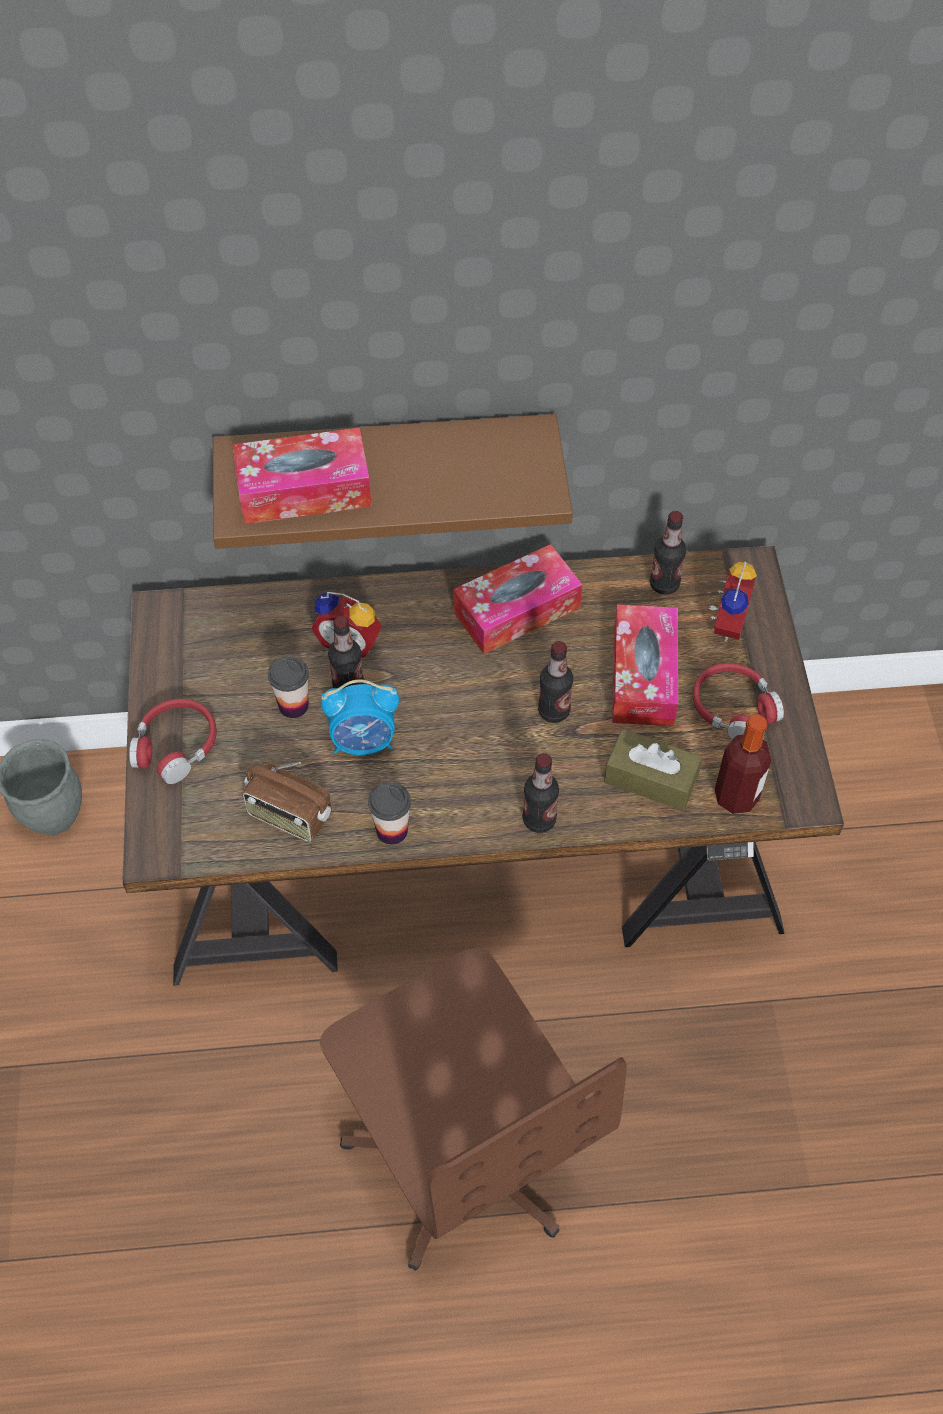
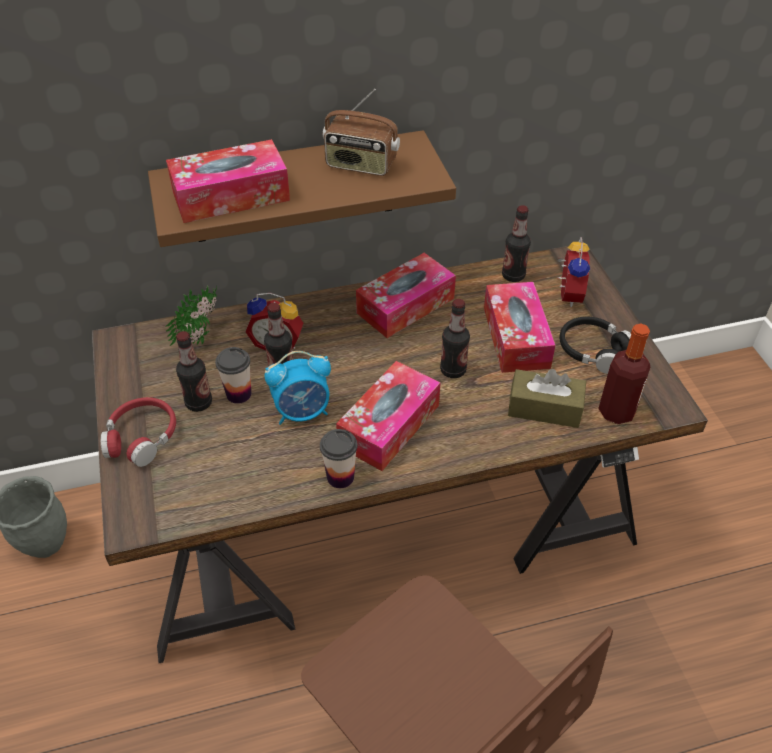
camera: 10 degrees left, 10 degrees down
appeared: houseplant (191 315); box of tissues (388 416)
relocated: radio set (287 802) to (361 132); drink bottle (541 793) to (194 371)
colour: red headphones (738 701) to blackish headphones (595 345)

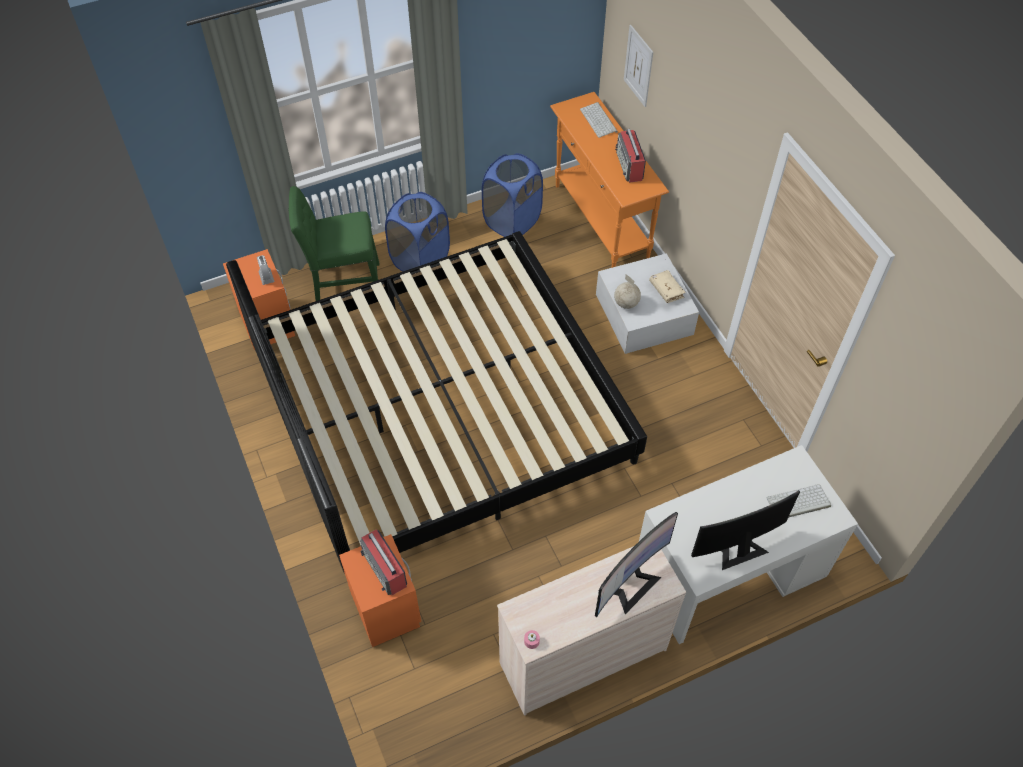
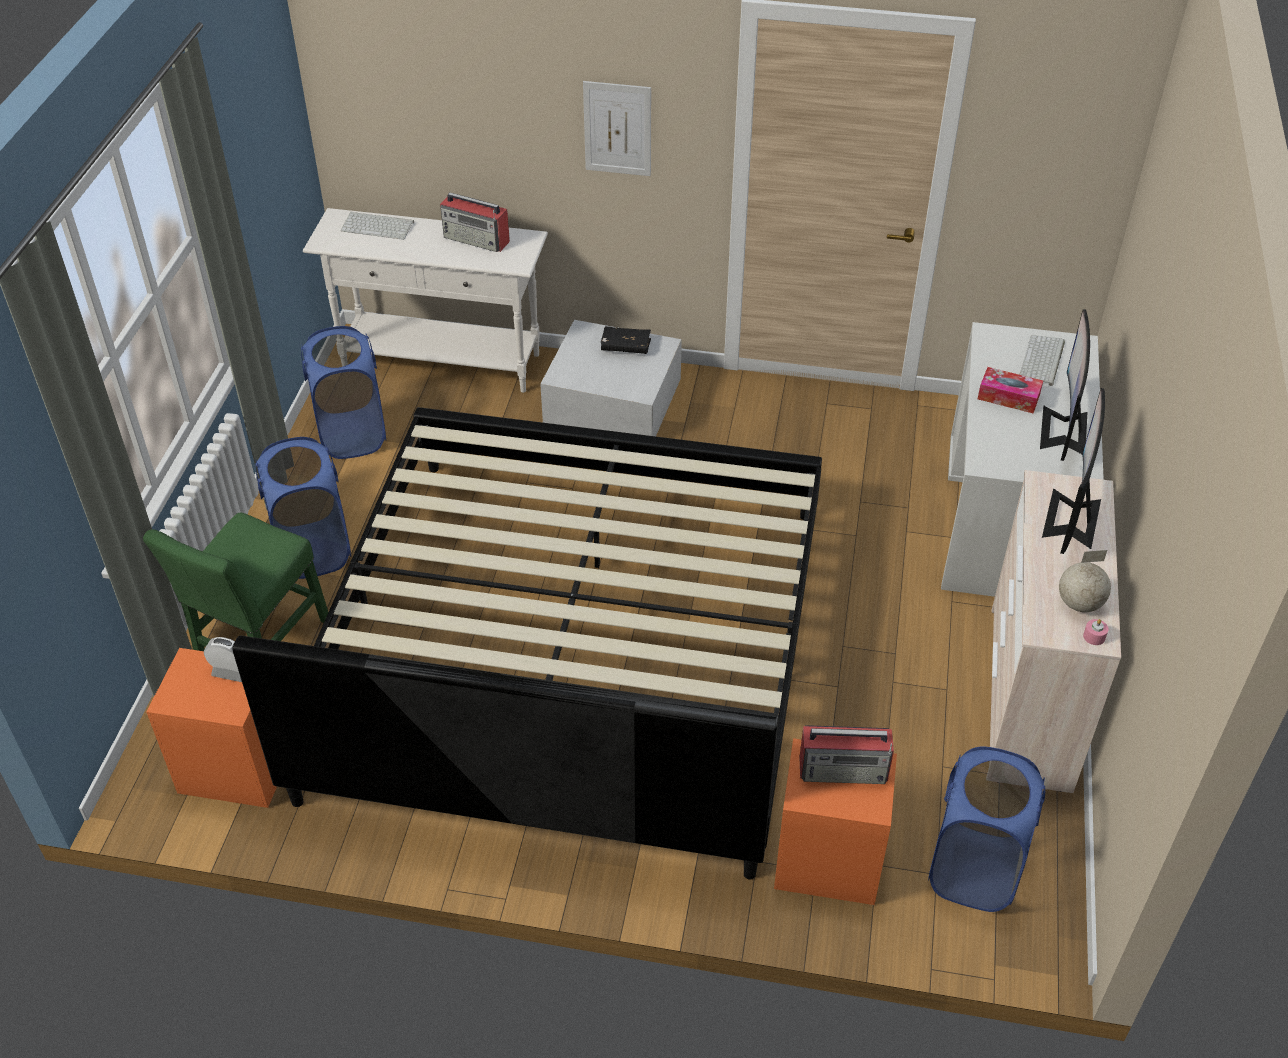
camera: 55 degrees left, 10 degrees down
appeared: blue washing basket (986 829); box of tissues (1010 390)
relocated: globe (627 291) to (1085 581); wall picture (638 66) to (617 128)
colour: orange-coloured narrow table (609 180) to white narrow table (425 300); beige book (667 286) to blackish book (626 340)
spun: computer screen (636 564) = (1073 471) 150 degrees counterclockwise

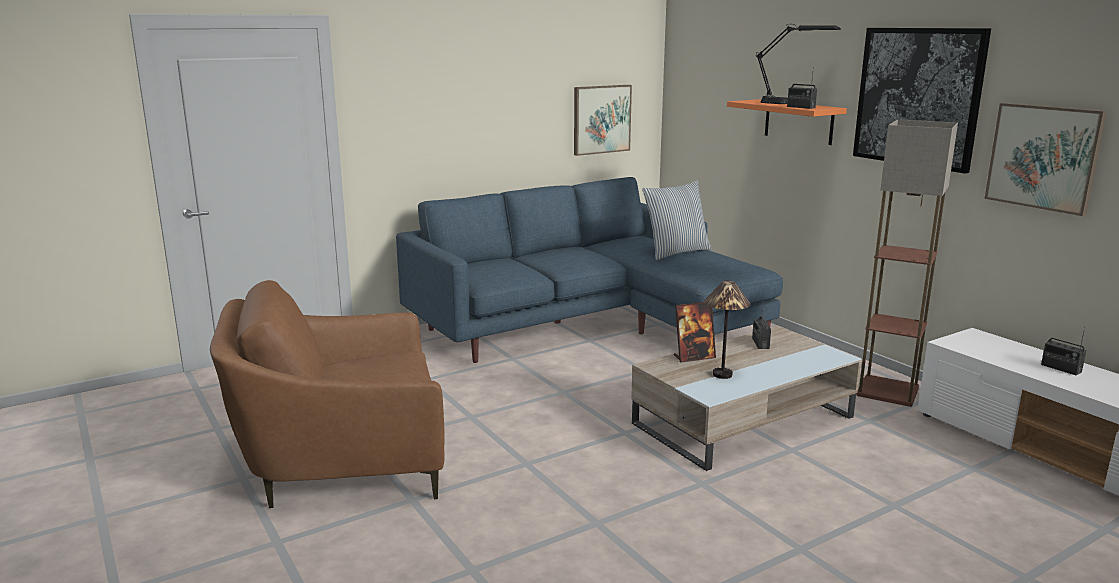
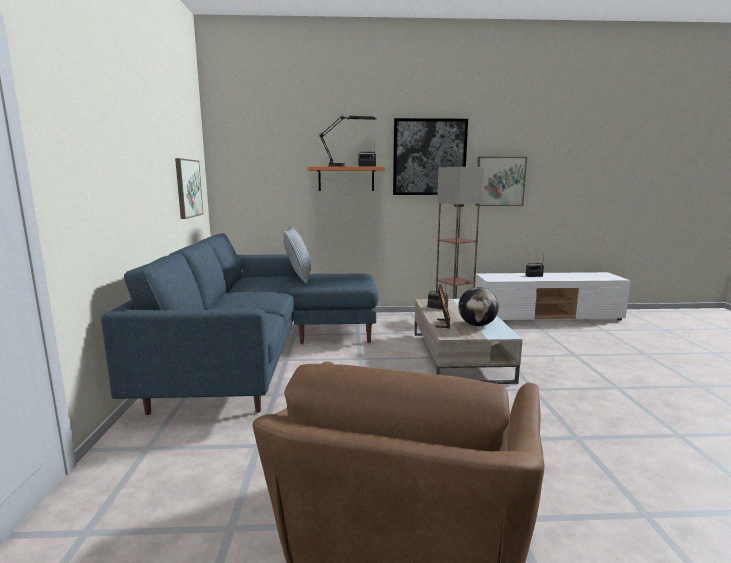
camera: 60 degrees left, 5 degrees down
exchanged: lamp for a table (727 330) to globe (478 306)

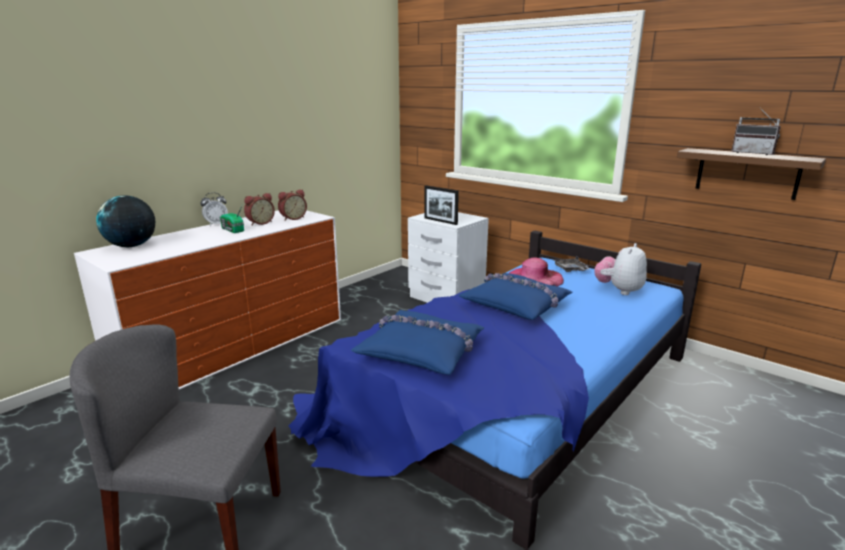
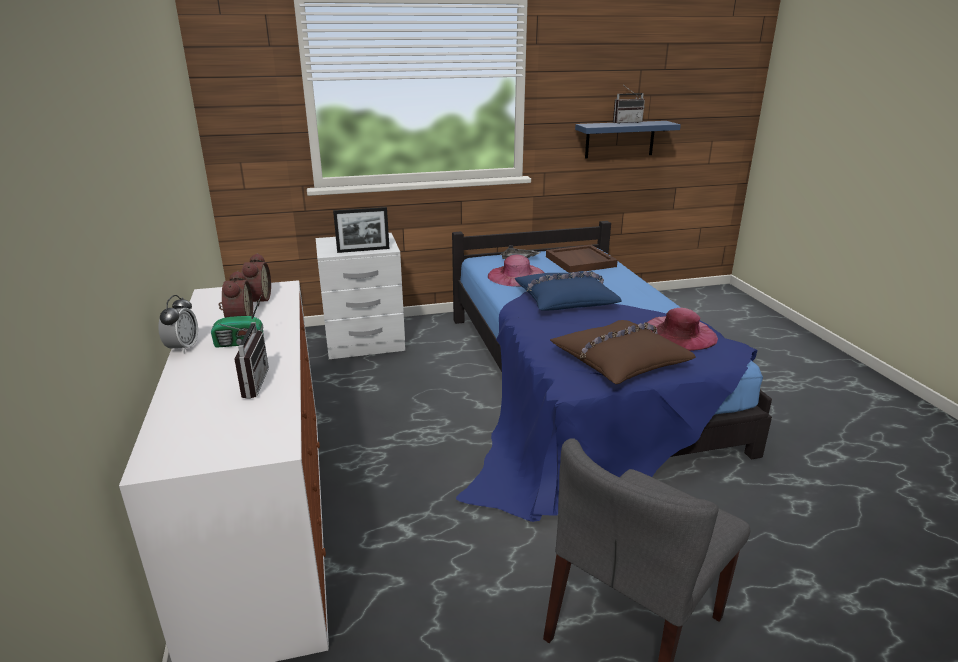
camera: 55 degrees left, 5 degrees up
missing: globe (125 221)
appeared: radio set (243 360); pink-coloured wearable hat (682 329)
exchanged: cuddly toy (620 269) to brownish serving tray (582 259)
colour: blue cushion (417 342) to brownish cushion (623 352); brownish shelf (751 174) to blue shelf (628 139)

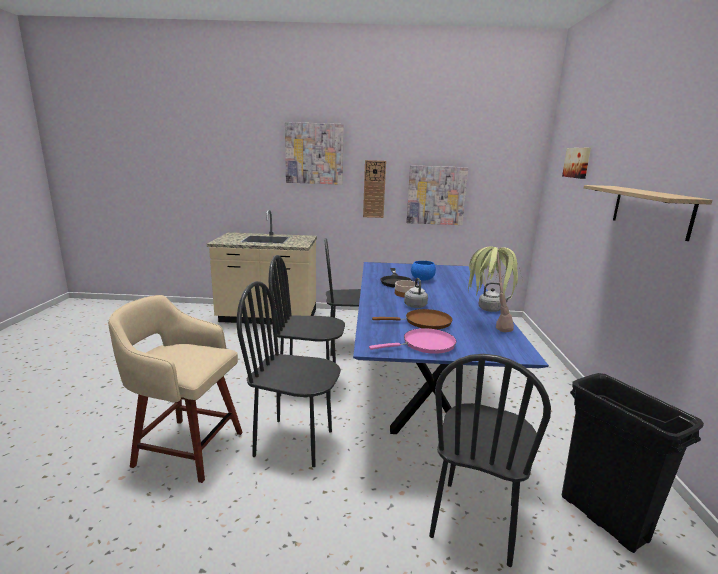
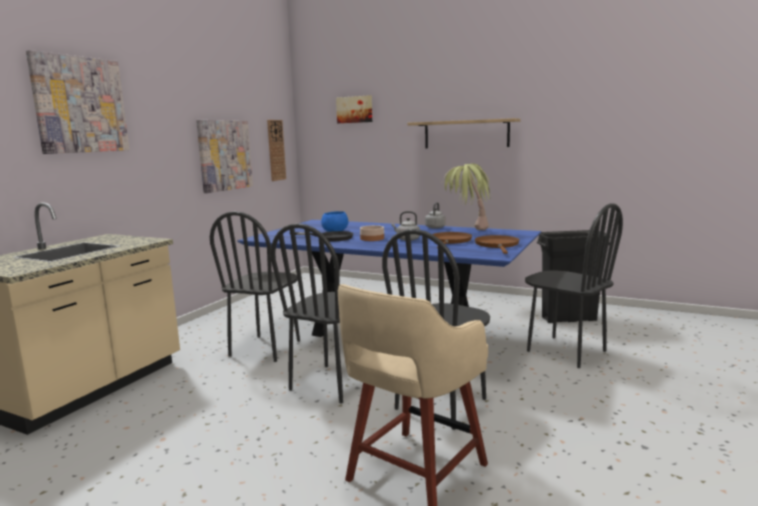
camera: 65 degrees left, 5 degrees down
relocated: wall clock (374 189) to (276 150)
colour: pink-coloured skillet (412 341) to brownish skillet (497 244)

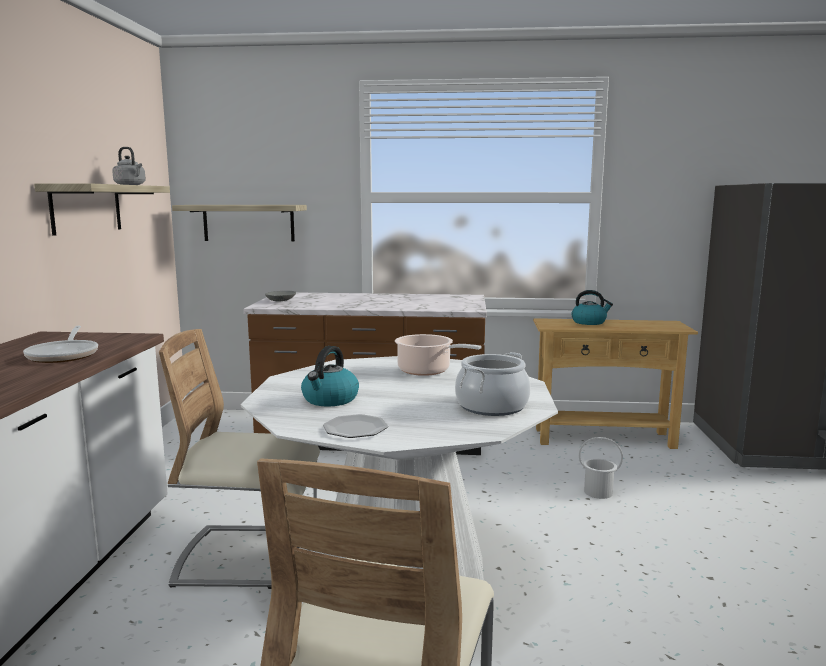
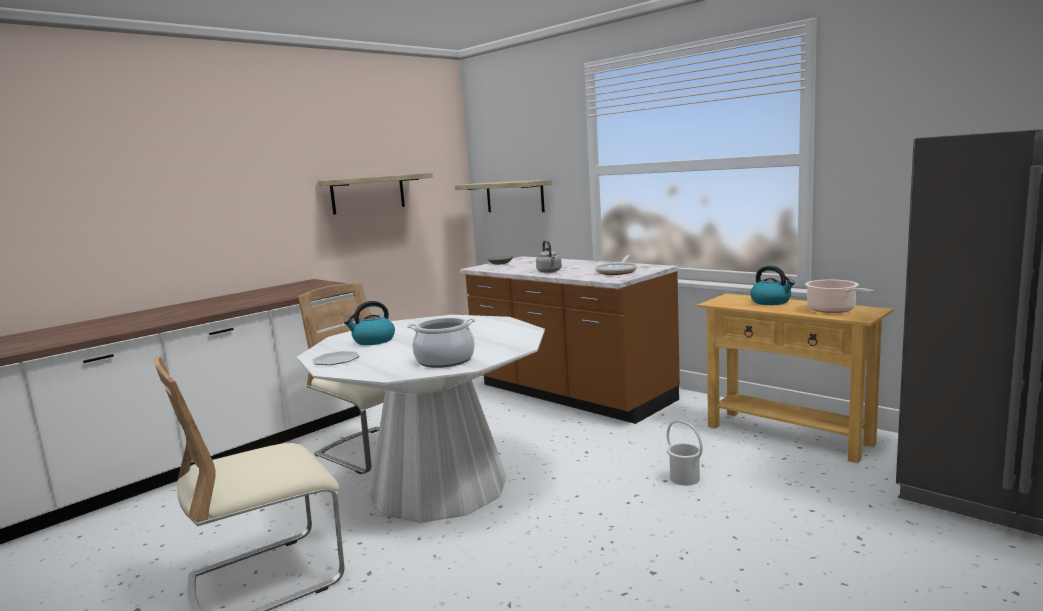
camera: 40 degrees right, 0 degrees up
relocated: skillet (60 344) to (616 265); gray tea kettle (129 166) to (549 256); saucepot (438 355) to (840 296)

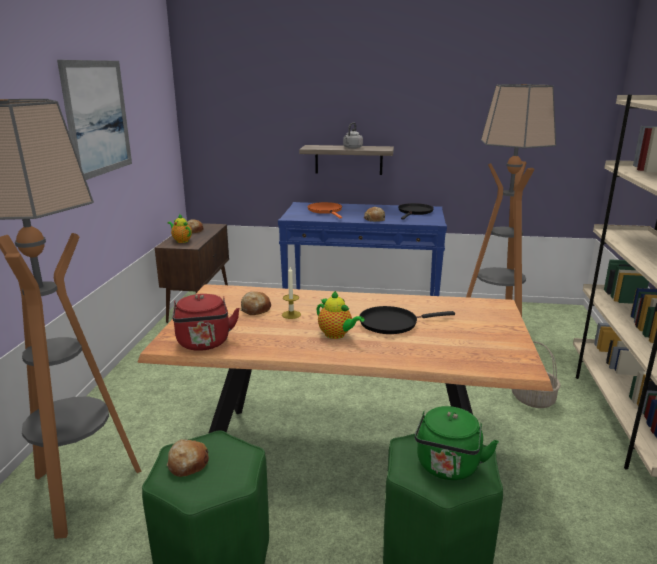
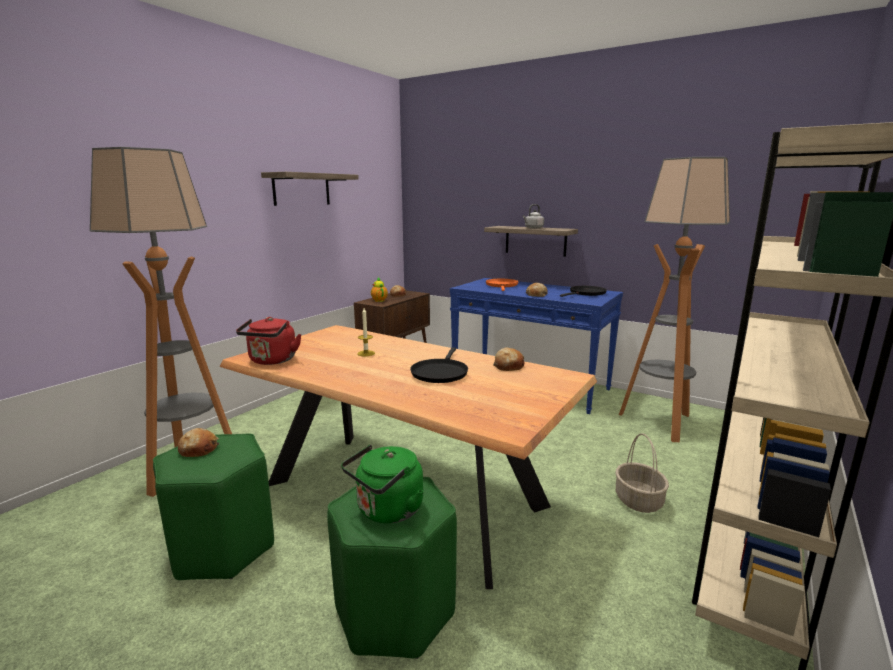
camera: 25 degrees right, 5 degrees down
missing: teapot (340 315)
relocated: bakery bread (255 303) to (508 359)
exchanged: wall picture (94 120) to shelf (310 189)
spun: blackish skillet (407 320) = (439 365) 90 degrees counterclockwise

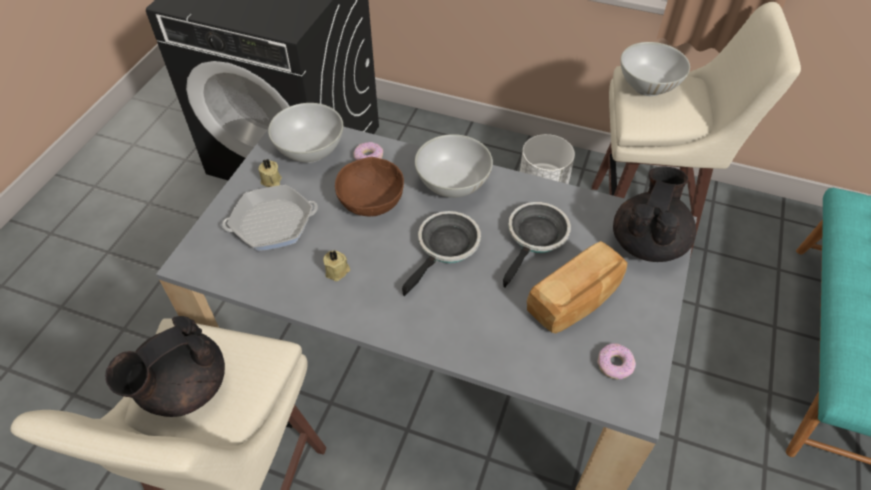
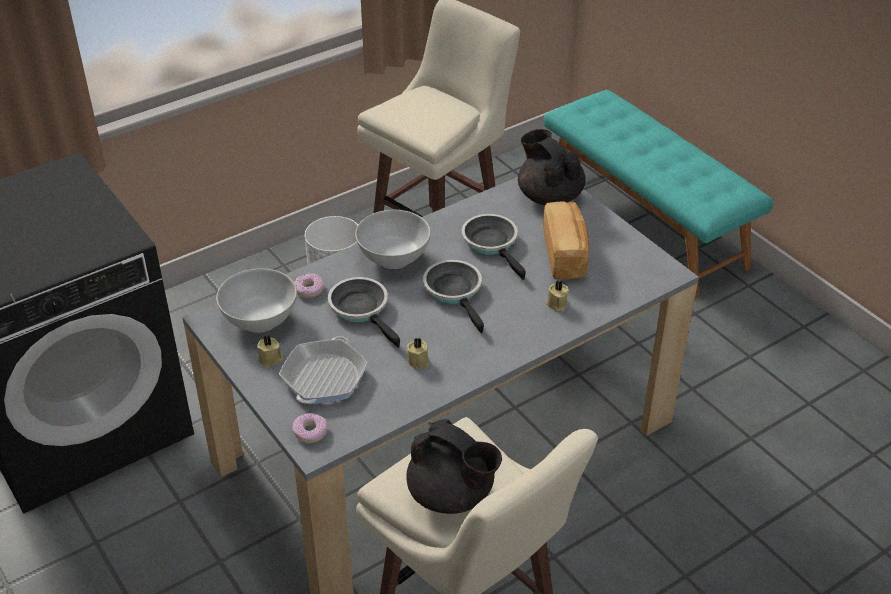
camera: 55 degrees left, 10 degrees down
missing: white deep dish (655 69)
appeared: beige wax light (557 296)
relocated: donut (616 361) to (310 428)
exchanged: brownish deep dish (369 186) to skillet (364 312)
spun: blackish teapot (165 366) = (454 466) 45 degrees counterclockwise

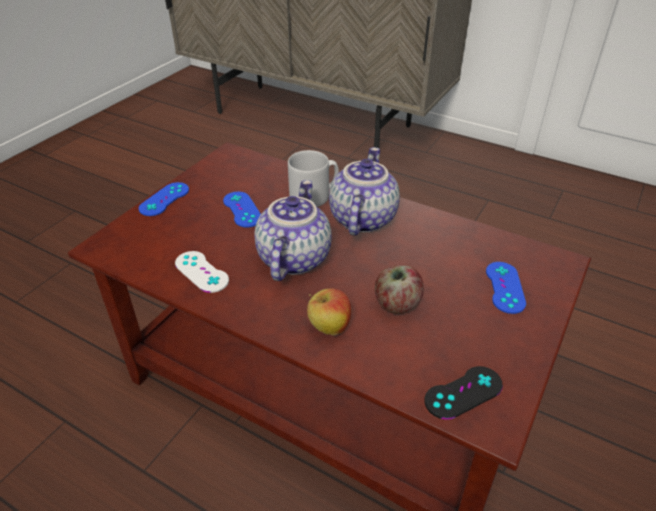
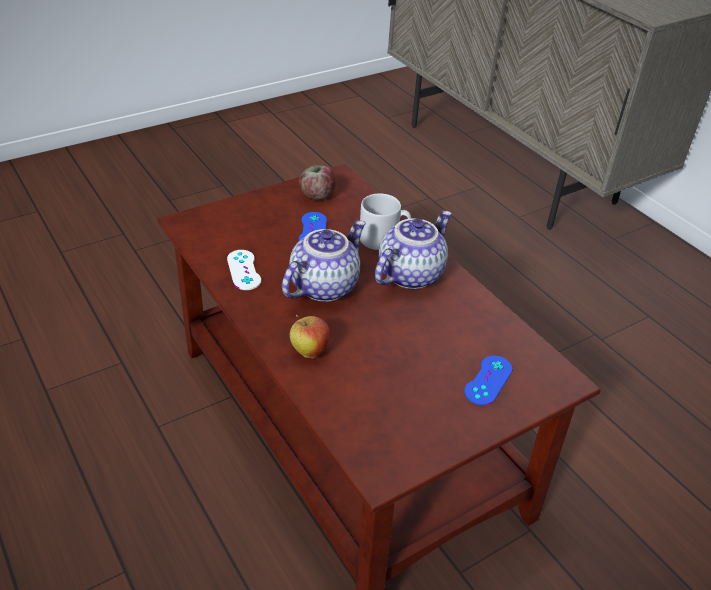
camera: 25 degrees right, 0 degrees up
missing: blue game controller (164 199); blackish game controller (463 393)
relocated: whole apple (399 289) to (317 182)

